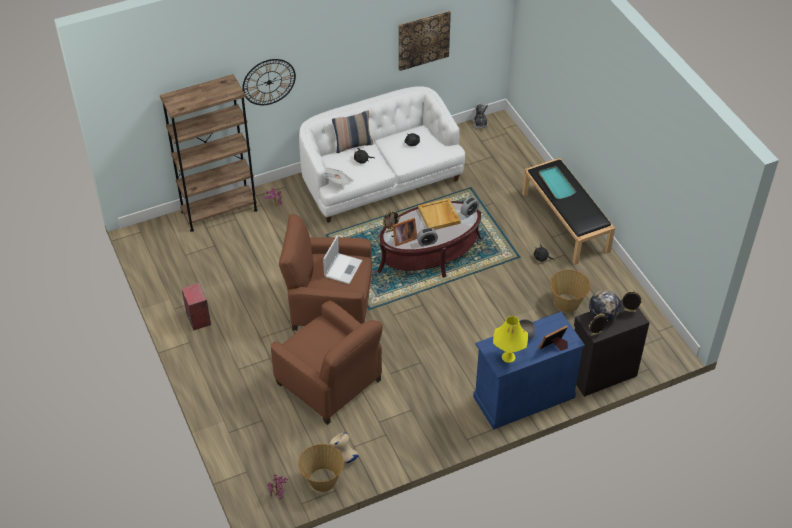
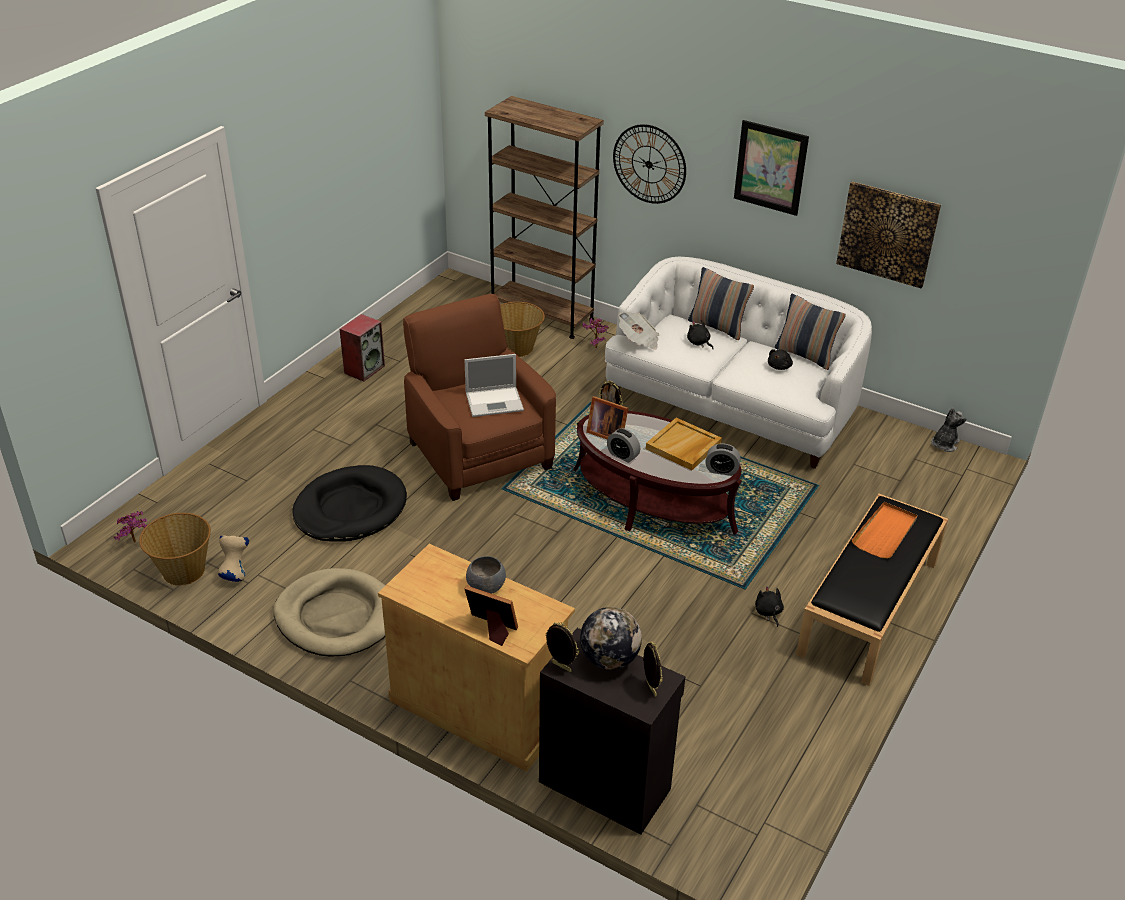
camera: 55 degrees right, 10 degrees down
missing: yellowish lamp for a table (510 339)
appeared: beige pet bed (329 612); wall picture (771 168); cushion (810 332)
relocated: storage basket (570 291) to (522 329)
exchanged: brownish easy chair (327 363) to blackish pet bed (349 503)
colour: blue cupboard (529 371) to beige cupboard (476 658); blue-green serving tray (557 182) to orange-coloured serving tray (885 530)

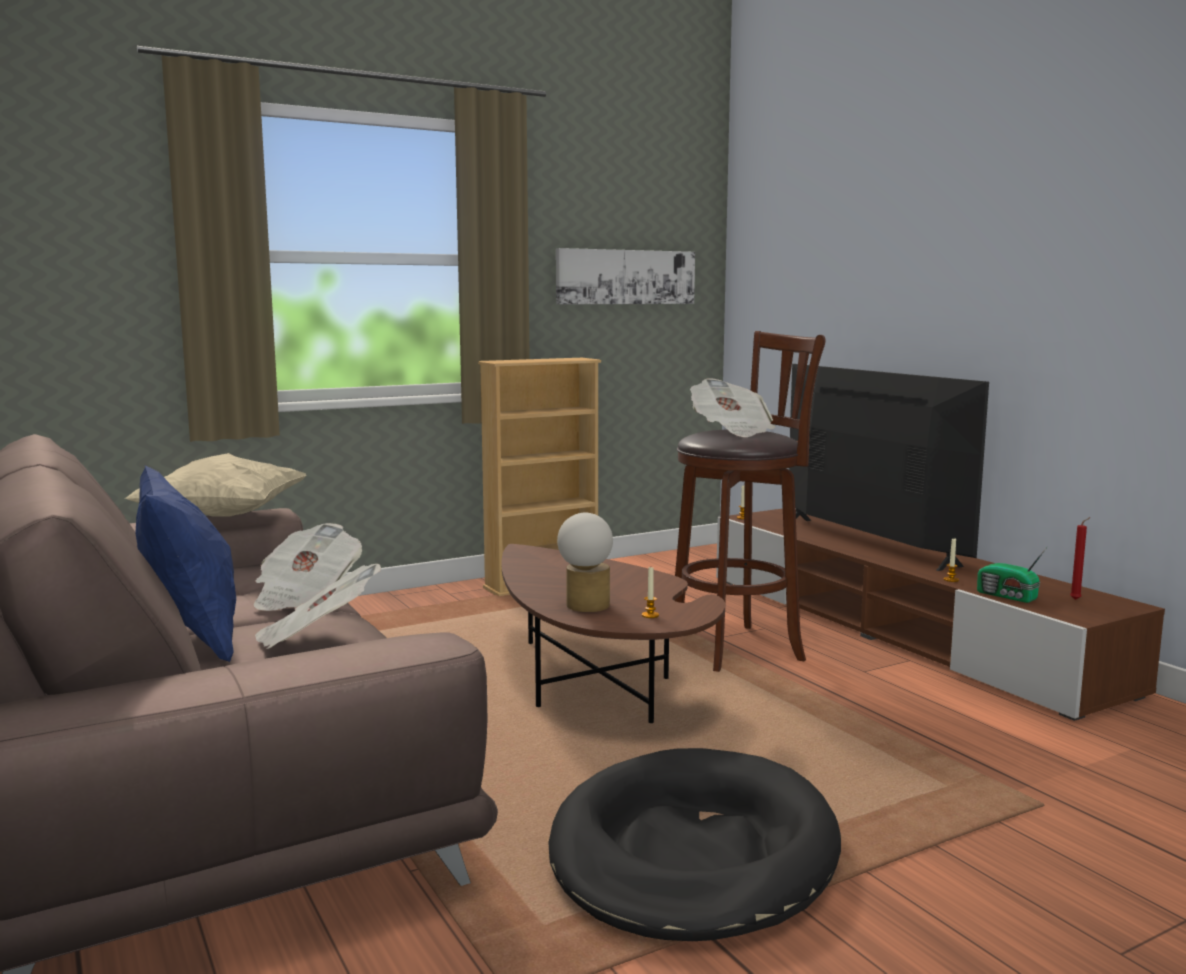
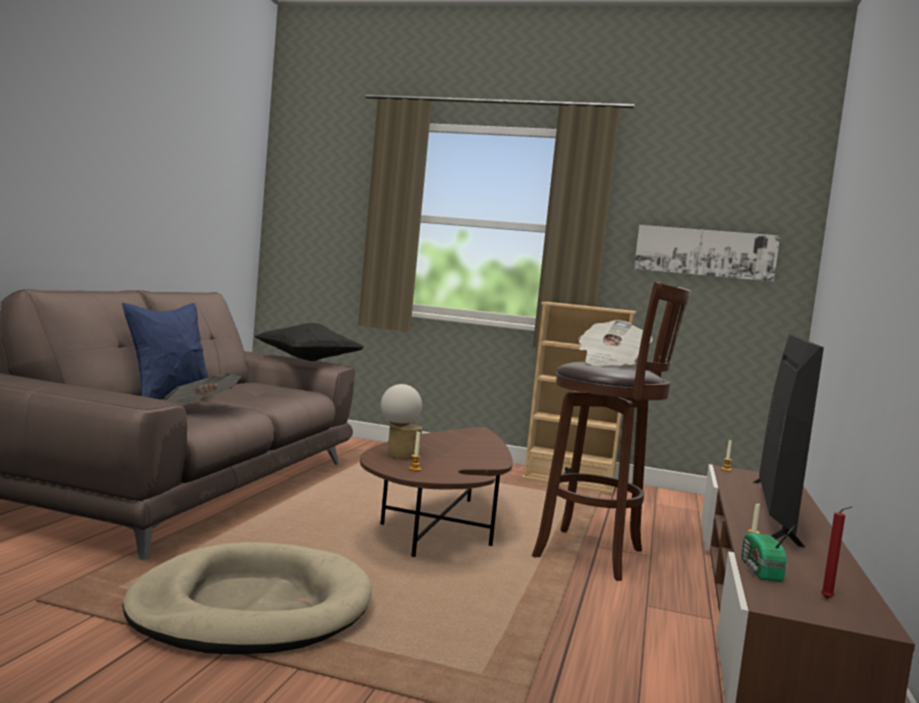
camera: 45 degrees right, 5 degrees down
missing: daily paper (308 567)
colour: beige cushion (216 485) to blackish cushion (310 342); blackish pet bed (694 844) to beige pet bed (247 598)

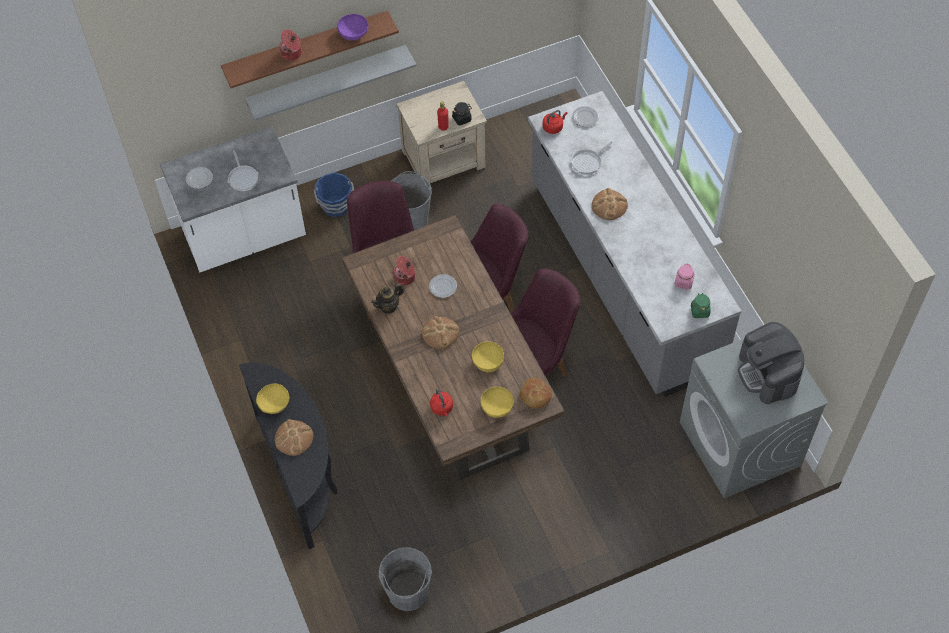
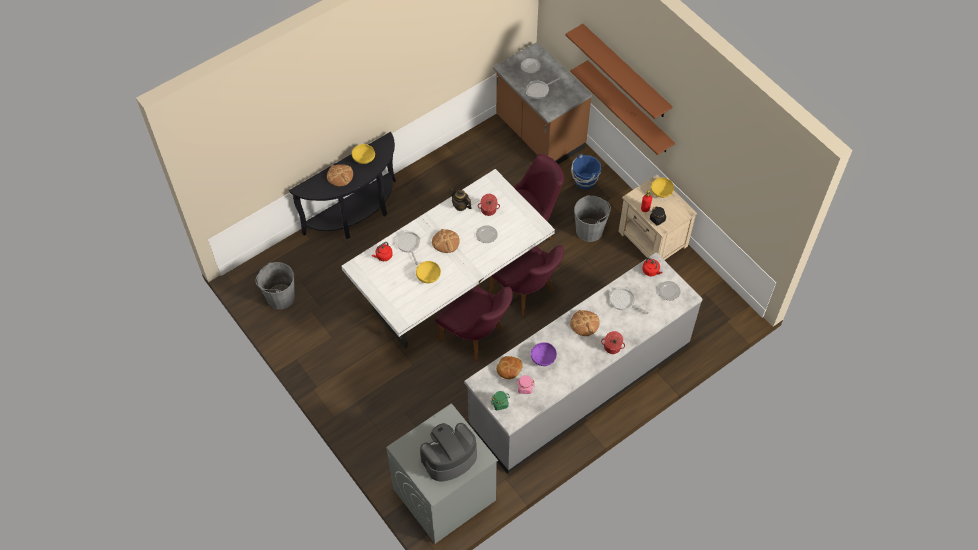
camera: 75 degrees right, 0 degrees up
appeared: skillet (408 247)
relocated: saucepot (291 45) to (613 342); purplish deep dish (352 27) to (544 354); yellowish deep dish (497 402) to (662 188); bakery bread (535 393) to (509 367)
colour: white kitchen counter (233 199) to brownish kitchen counter (542 103); gray shelf (330 83) to brownish shelf (622 107); brownish dining table (453 347) to white dining table (448 259)

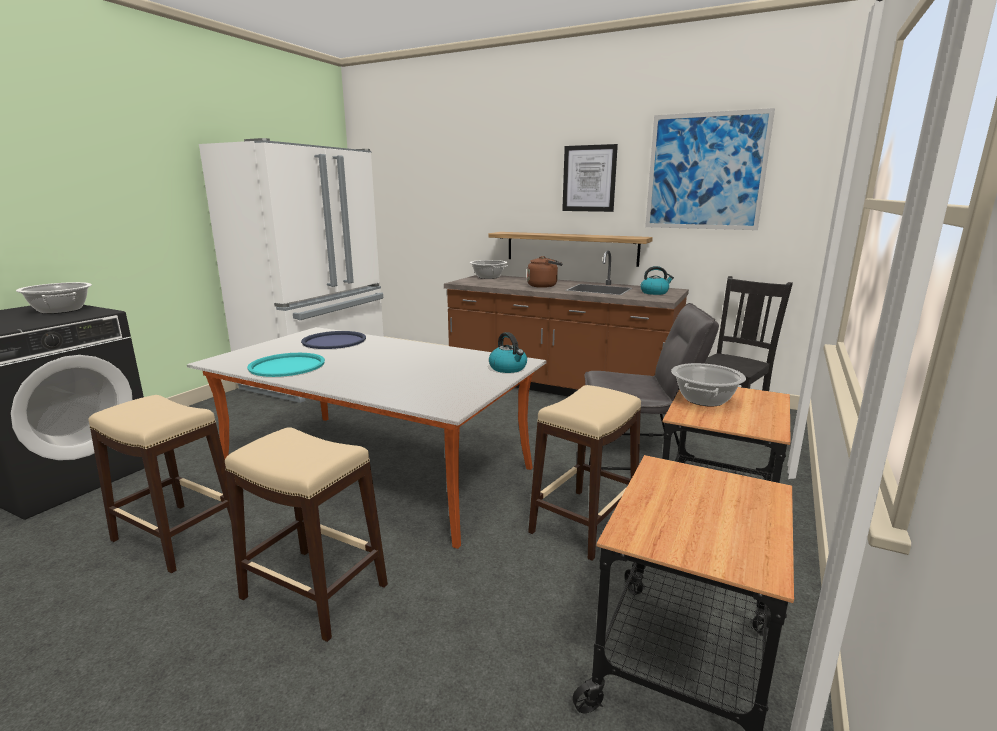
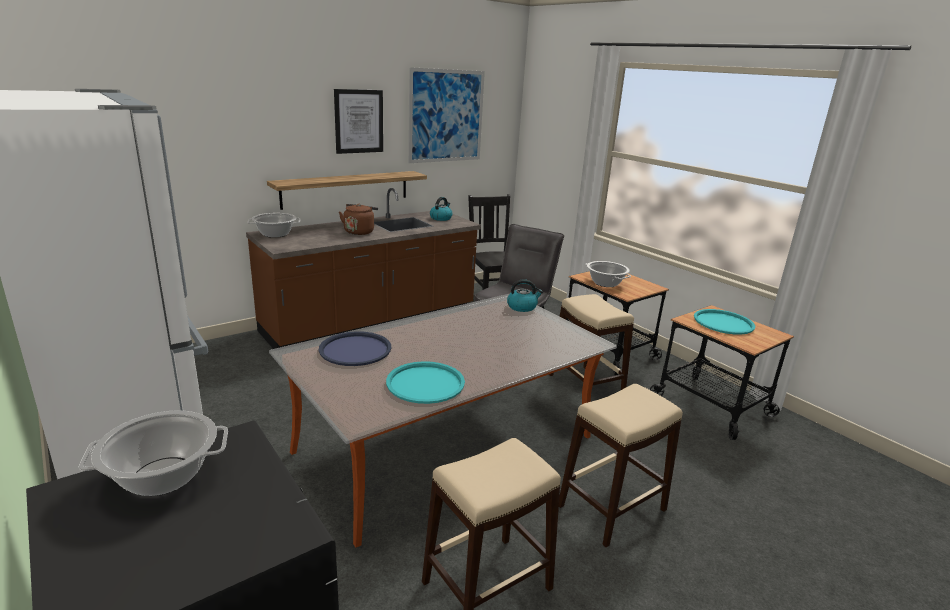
camera: 65 degrees left, 5 degrees up
appeared: blue-green serving tray (724 322)

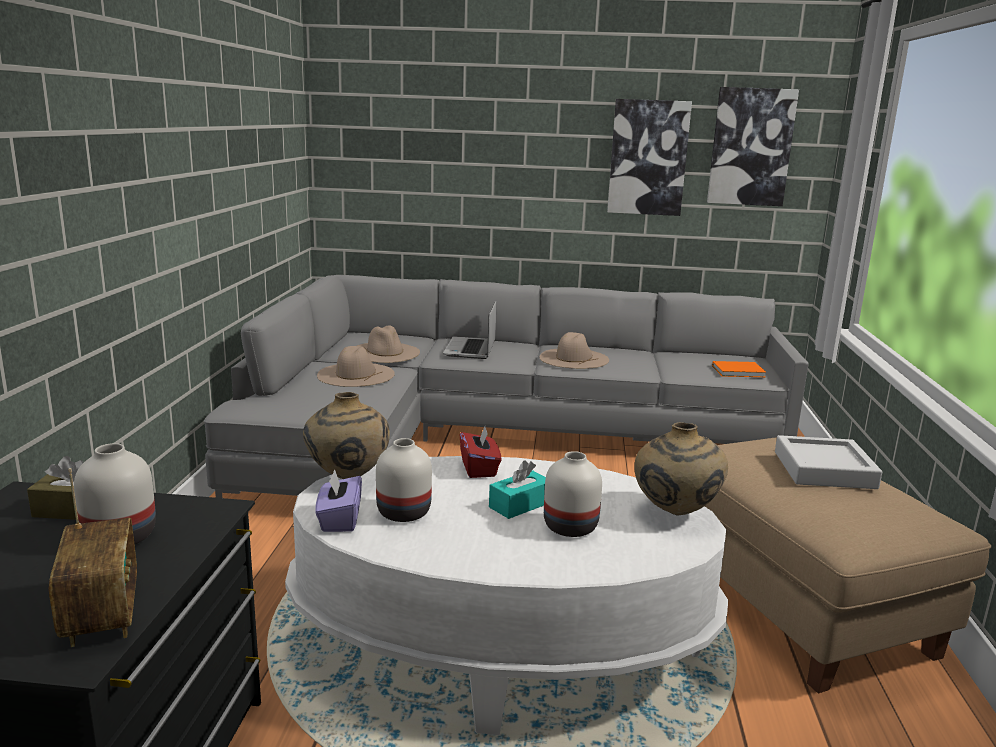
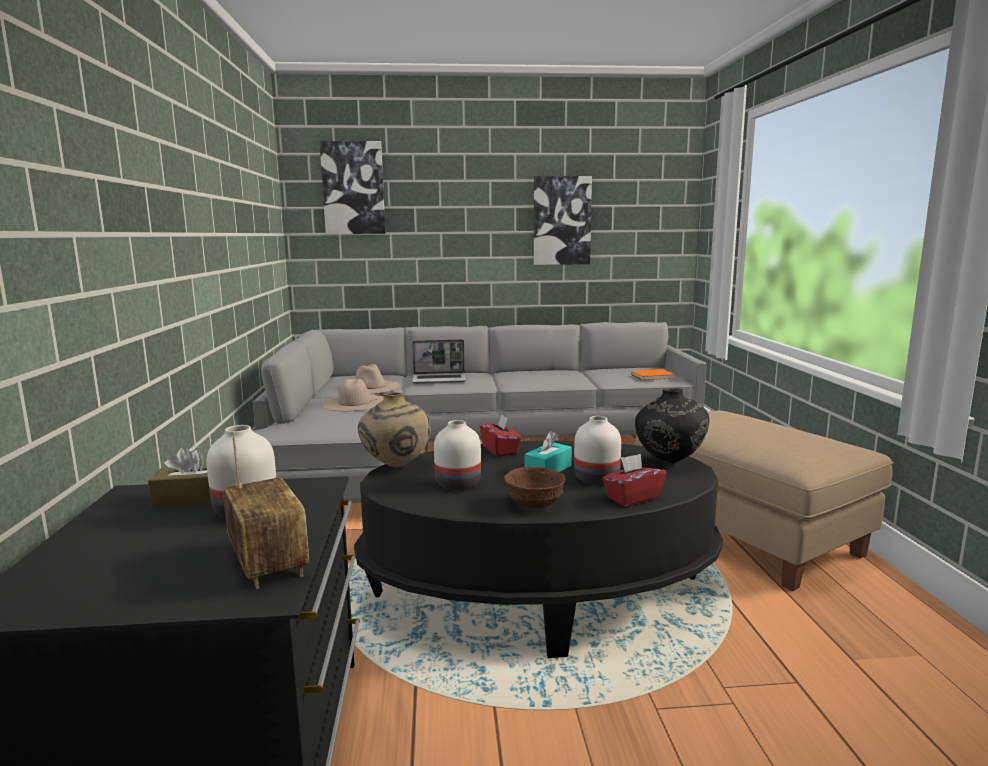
camera: 10 degrees left, 5 degrees down
missing: purplish box of tissues (338 500); beige wearable hat (574 350); gray serving tray (828 462)
appeared: brownish deep dish (534 487); red box of tissues (634 480)
relocated: wall picture (753 146) to (352 187)
colour: white low table (506 595) to blackish low table (538 549); beige decorative vase (681 468) to blackish decorative vase (672 425)
spun: portable computer (470 329) = (439 361) 90 degrees counterclockwise

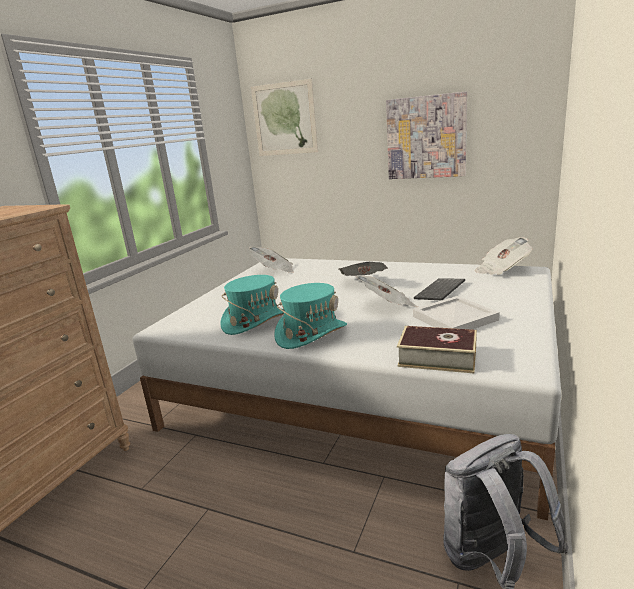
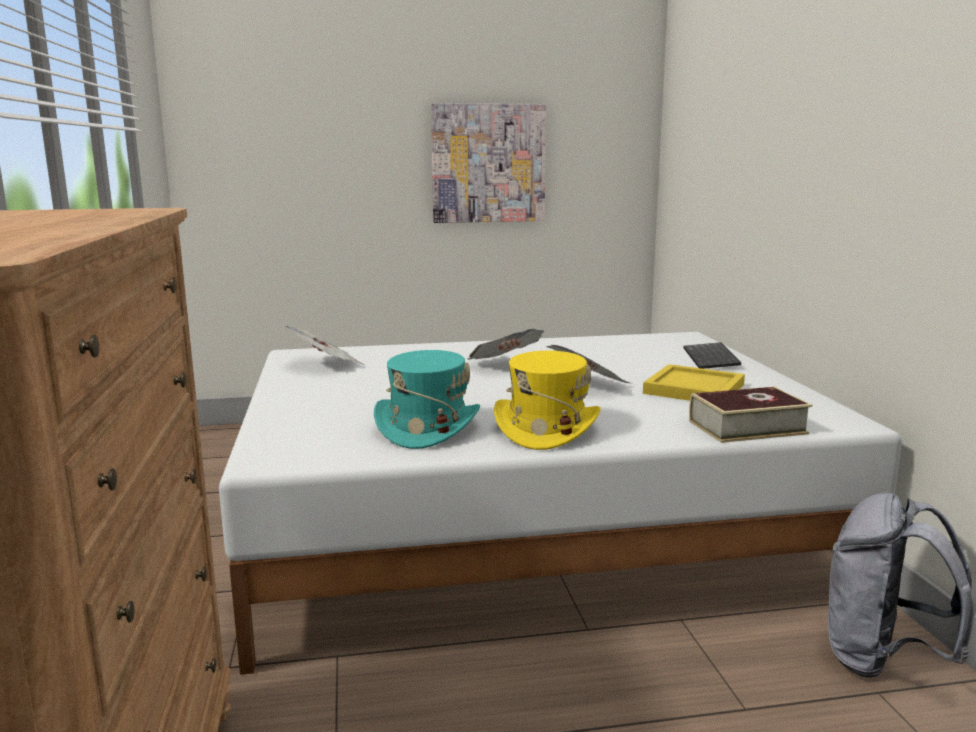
camera: 35 degrees left, 5 degrees down
missing: wall picture (284 117); daily paper (503 256)
relocated: PC keyboard (439 289) to (712 355)
colour: blue-green wearable hat (310 316) to yellowish wearable hat (547 400); white serving tray (456 313) to yellowish serving tray (694 382)

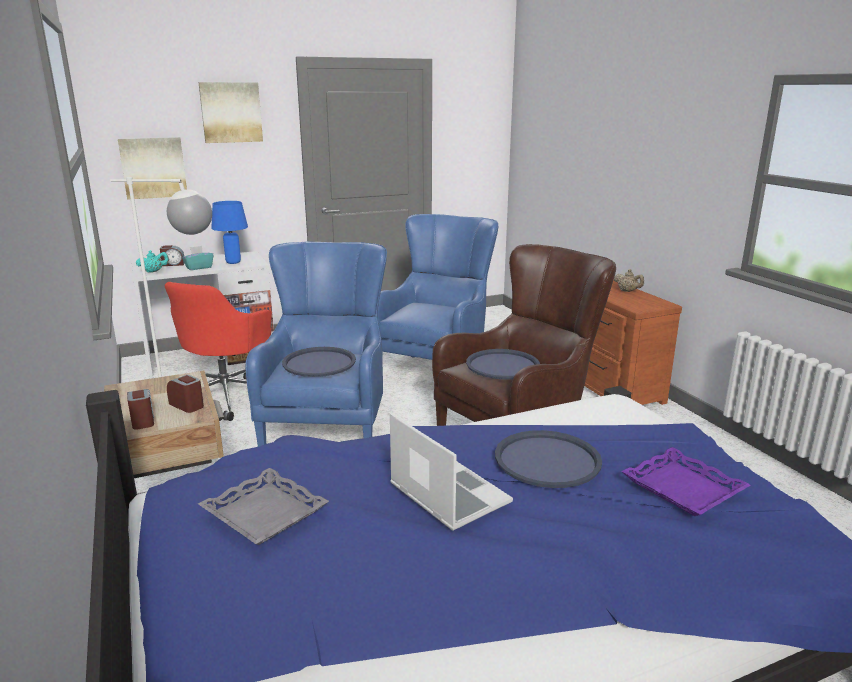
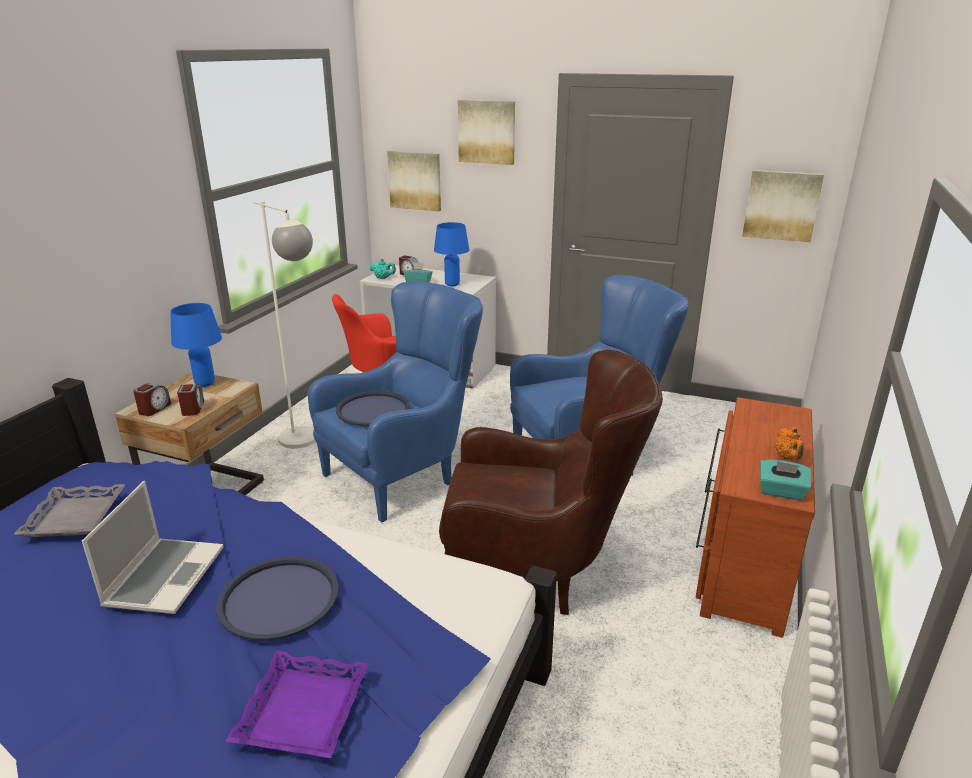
camera: 45 degrees right, 5 degrees up
missing: blue serving tray (503 364)
appeared: blue lamp for a table (196 345); wall picture (783 206); blue-green box of tissues (785 480)
colour: beige teapot (629 280) to orange-coloured teapot (789 443)

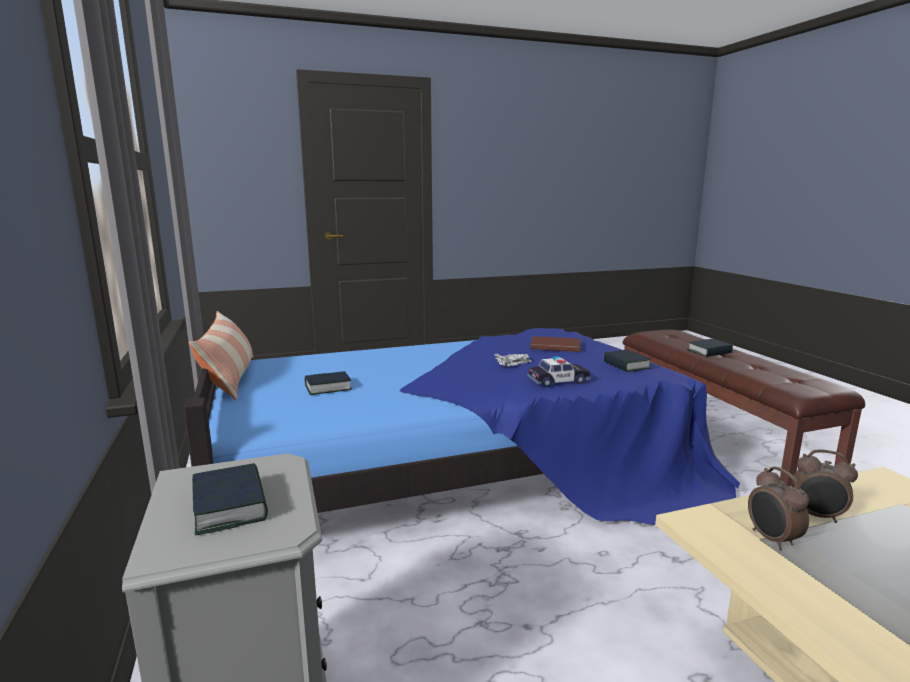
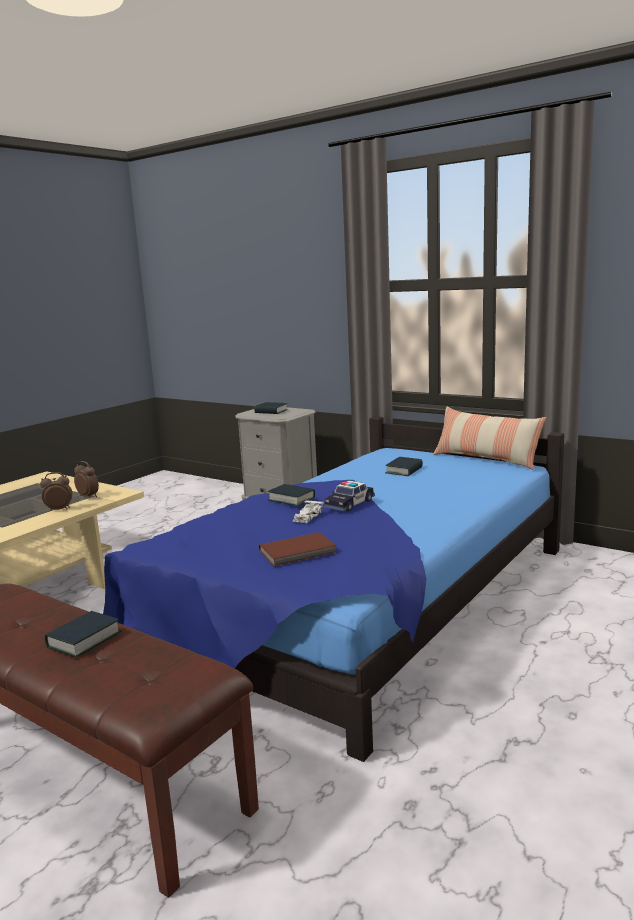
camera: 145 degrees right, 0 degrees up
relocated: miniature car (559 371) to (349 495); book (627 360) to (291 495)

